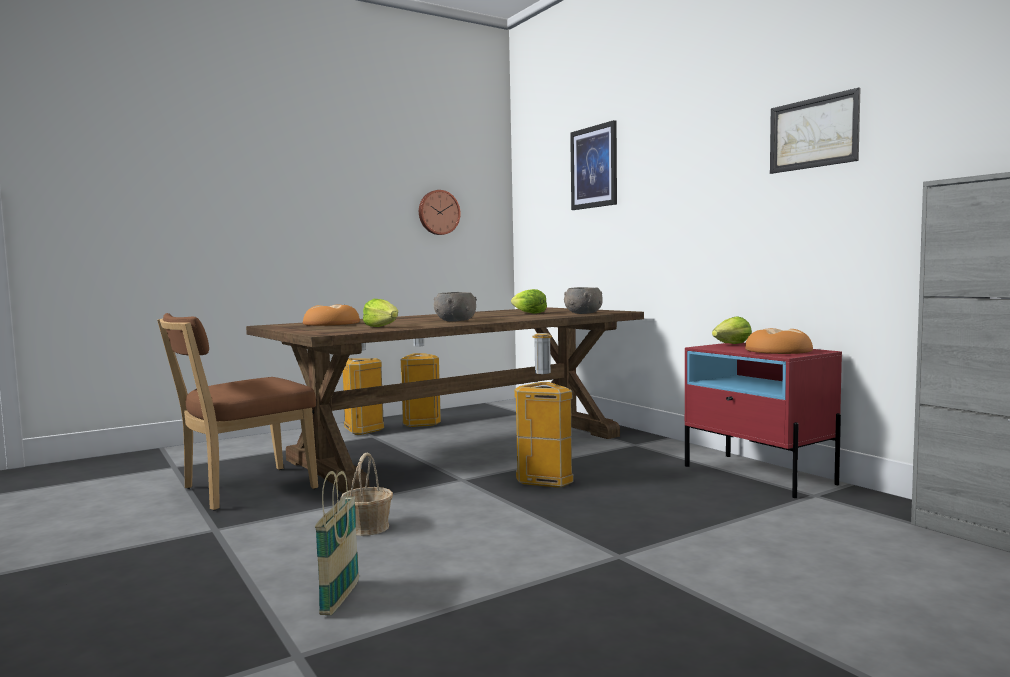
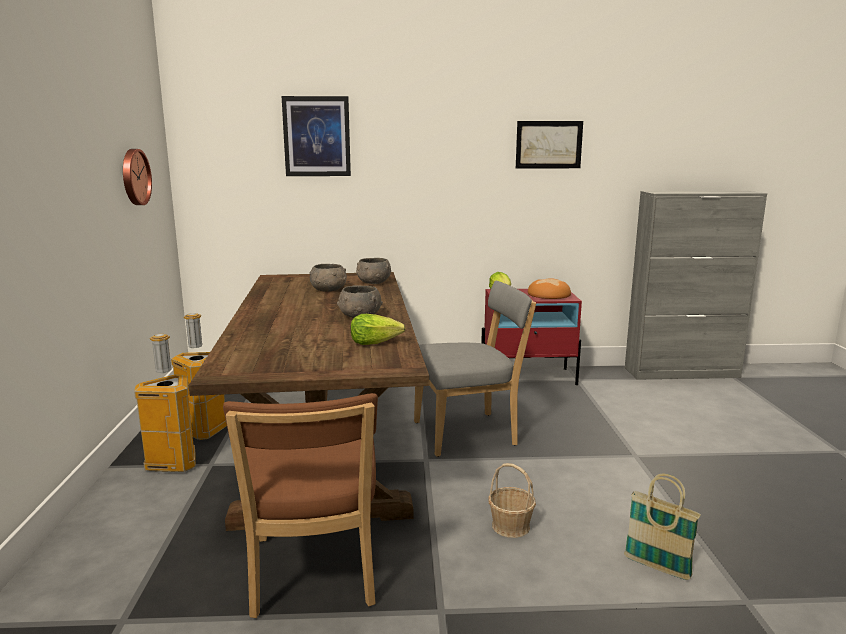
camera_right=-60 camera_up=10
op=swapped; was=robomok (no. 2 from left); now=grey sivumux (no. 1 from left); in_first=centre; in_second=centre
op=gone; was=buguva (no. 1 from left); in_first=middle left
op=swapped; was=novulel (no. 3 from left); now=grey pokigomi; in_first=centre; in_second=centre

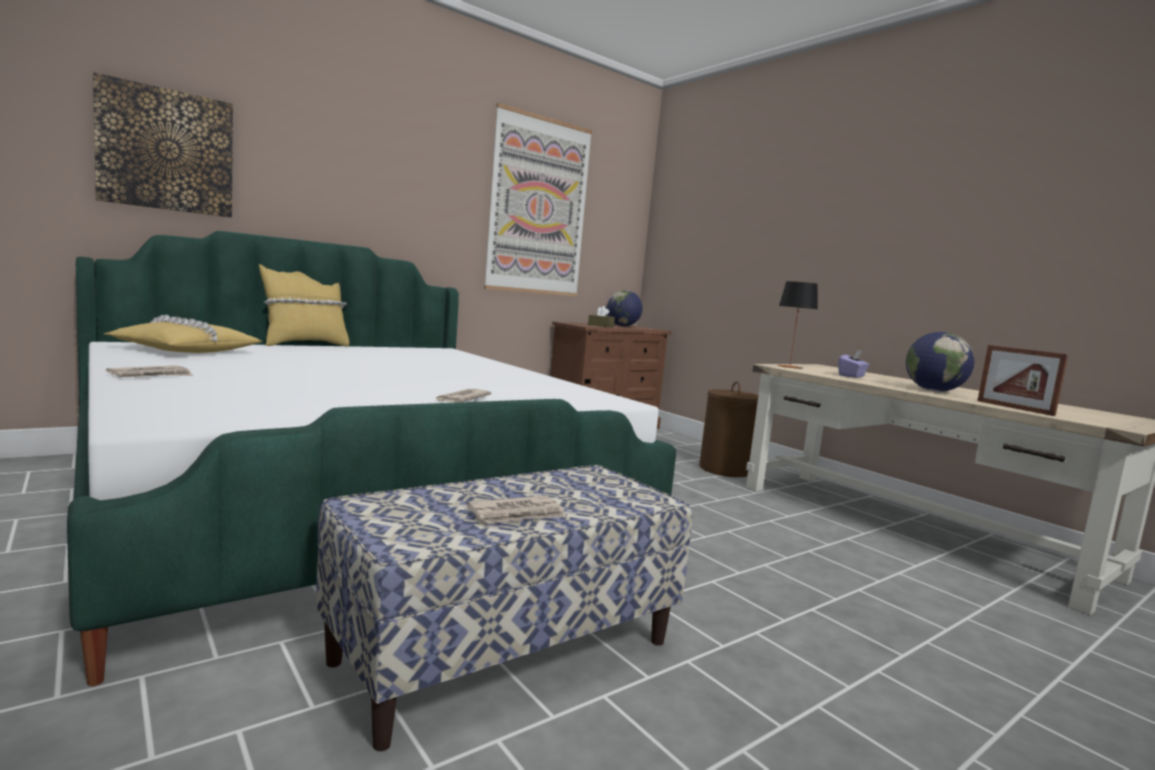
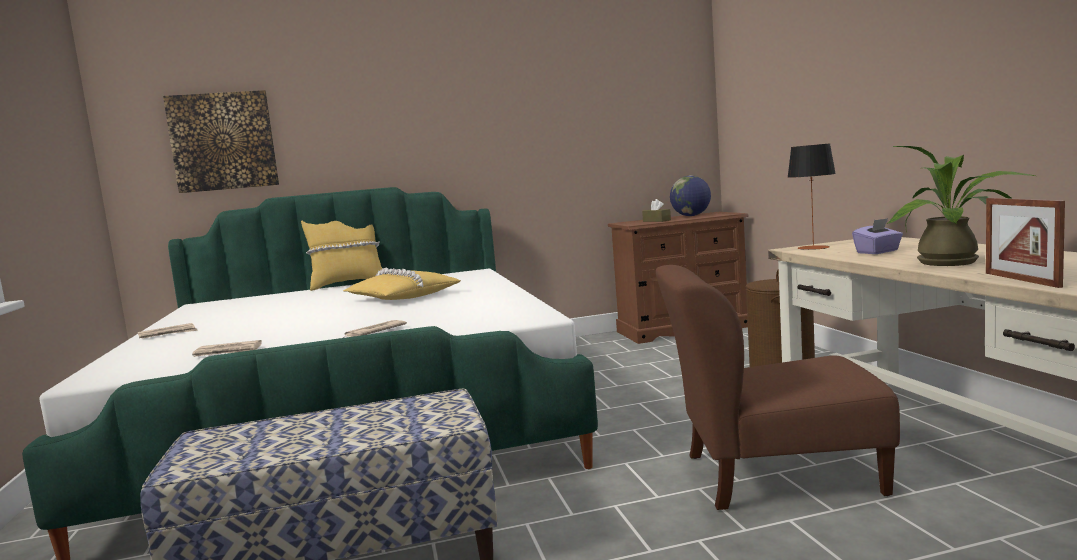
camera_right=25 camera_up=0
op=gone; was=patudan (no. 2 from left); in_first=top centre
op=shifted; was=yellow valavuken (no. 1 from left in the first image); now=yellow valavuken (no. 2 from left); in_first=middle left; in_second=centre
op=swapped; was=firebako (no. 2 from left); now=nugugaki; in_first=middle right; in_second=middle right
op=shifted; was=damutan (no. 3 from left in the first image); now=damutan (no. 2 from left); in_first=centre; in_second=middle left
op=new; now=brown pokigomi; in_second=bottom right

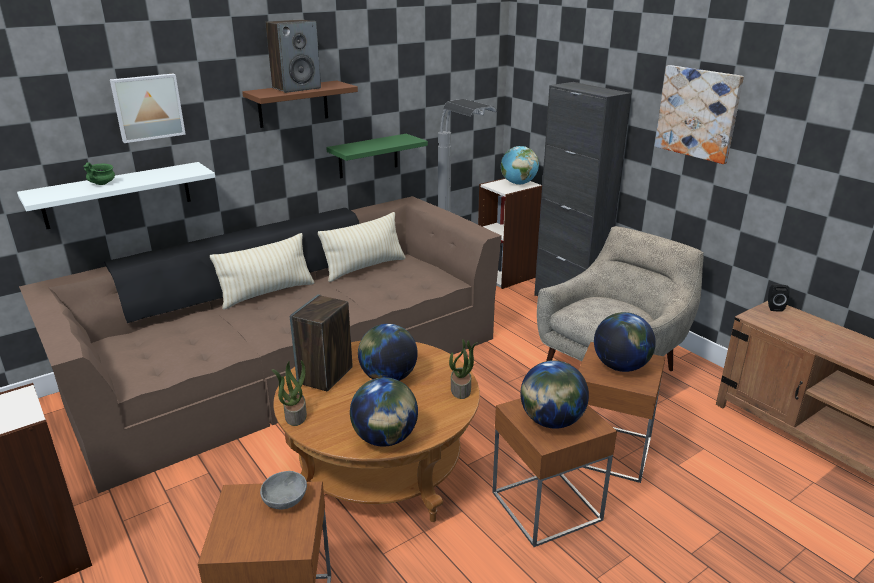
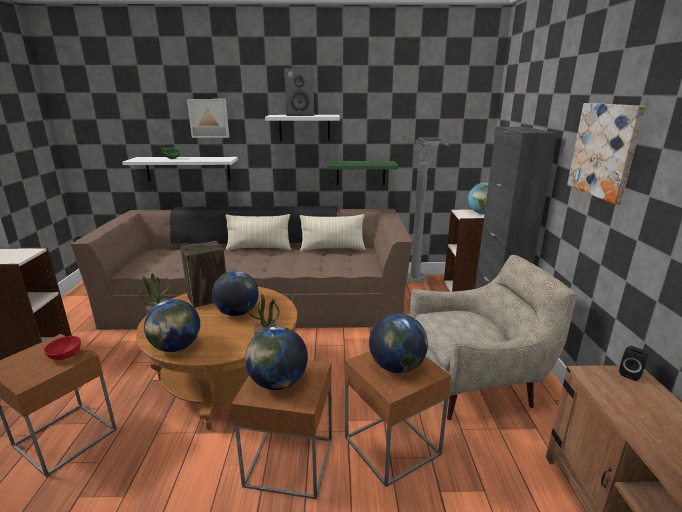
camera_right=35 camera_up=-5
op=repainted; was=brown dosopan; now=white dosopan (no. 2 from left); in_first=top centre; in_second=top centre
op=repainted; was=grey sivumux; now=red sivumux; in_first=bottom left; in_second=bottom left

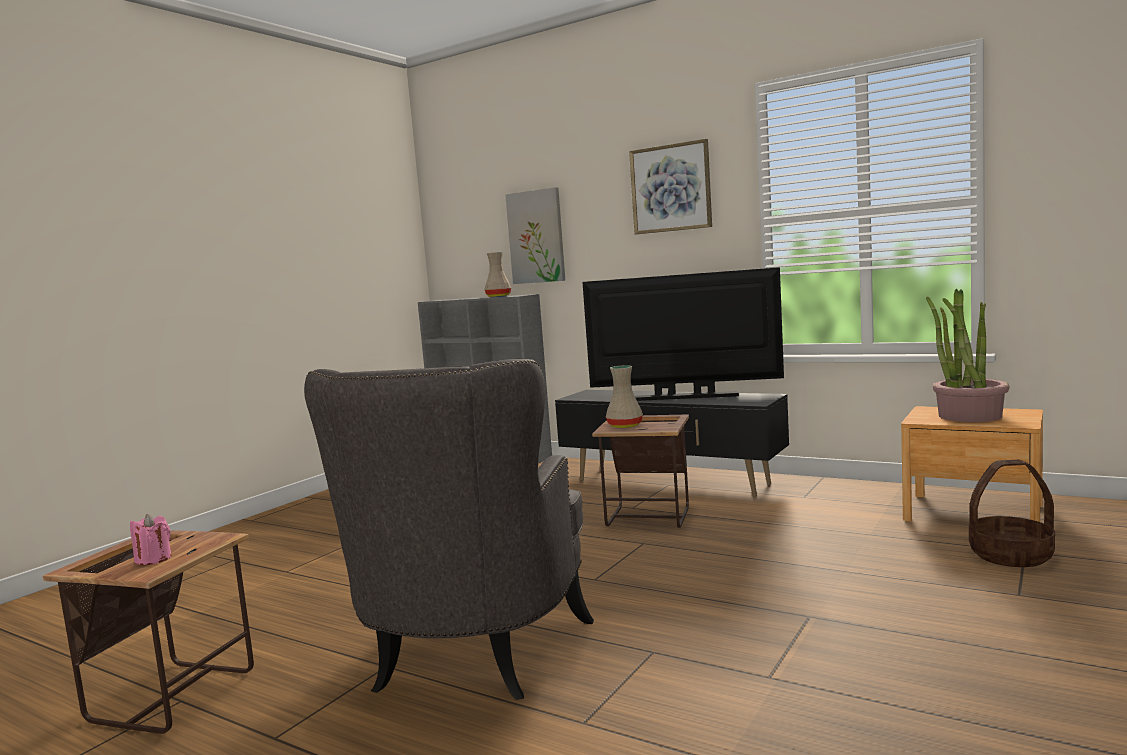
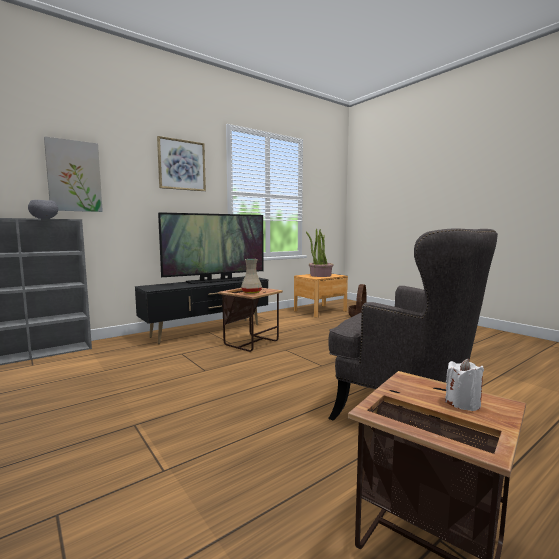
camera_right=-70 camera_up=0
op=swapped; was=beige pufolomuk (no. 1 from left); now=grey sivumux; in_first=centre; in_second=middle left
op=rotated; was=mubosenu; in_first=centre; in_second=centre; clockwise=-150
op=repainted; was=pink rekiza; now=white rekiza; in_first=bottom left; in_second=bottom right

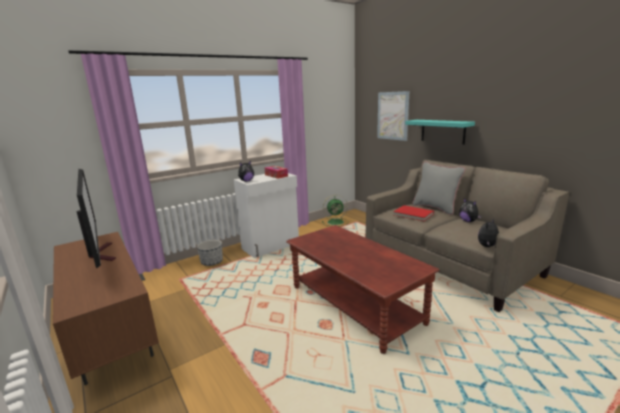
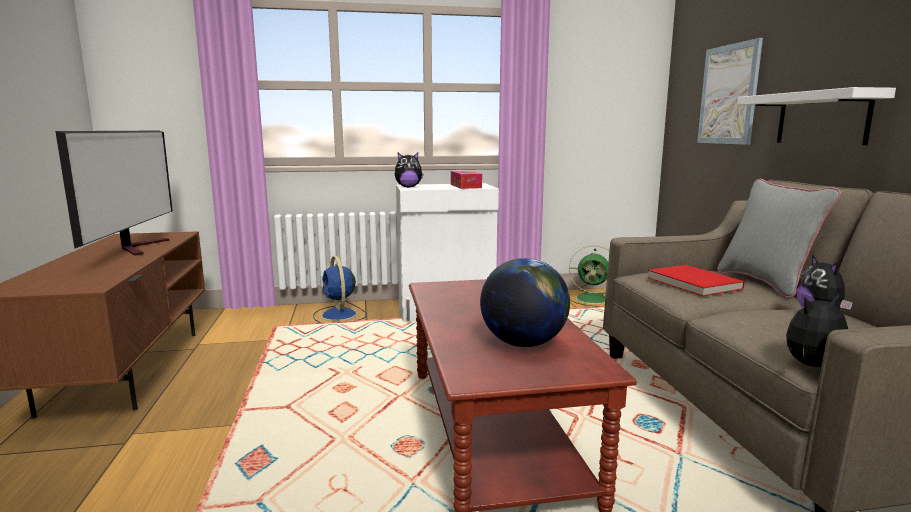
camera_right=25 camera_up=-5
op=repainted; was=turquoise dosopan; now=white dosopan; in_first=top right; in_second=top right
op=swapped; was=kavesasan; now=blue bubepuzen; in_first=centre; in_second=centre
op=new; now=firebako; in_second=centre

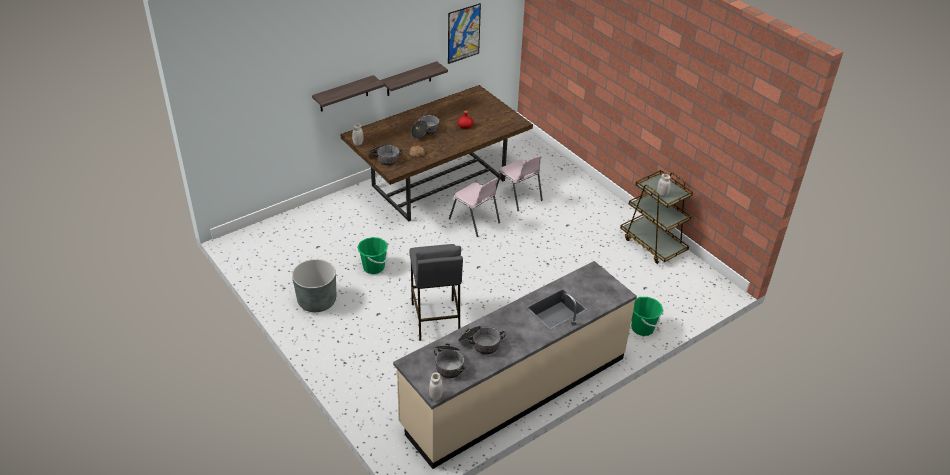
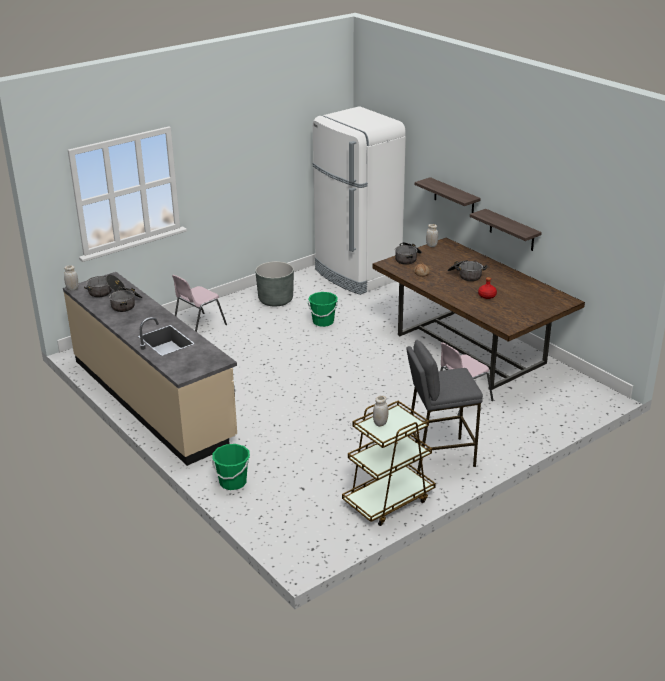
camera_right=90 camera_up=-10
op=gone; was=patudan; in_first=top centre
op=shifted; was=pink pokigomi (no. 1 from left); in_first=centre; in_second=middle left
op=shifted; was=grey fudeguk; in_first=centre; in_second=middle right
op=new; now=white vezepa; in_second=top centre

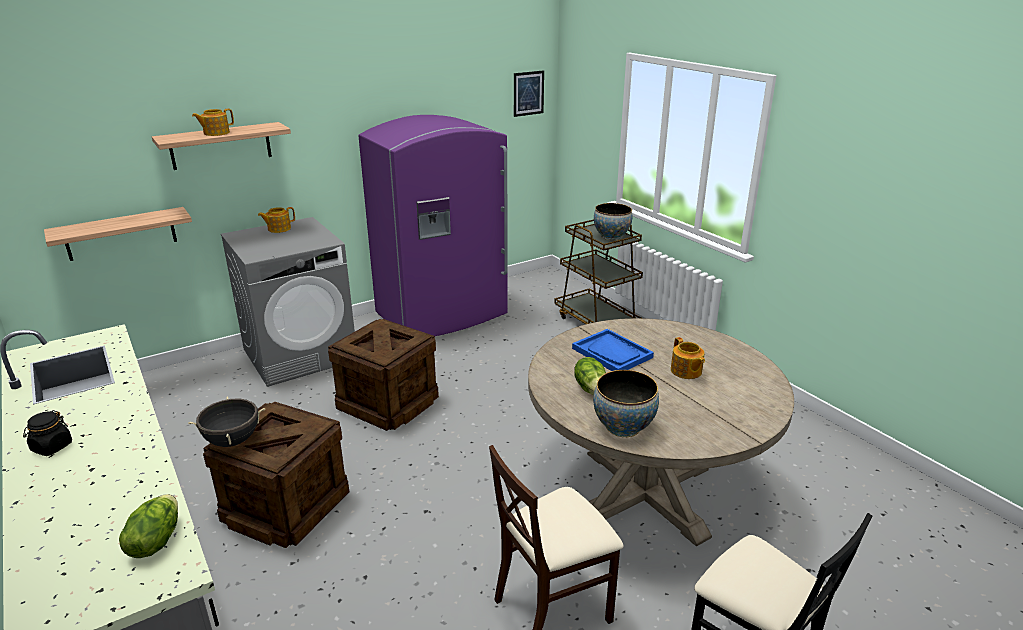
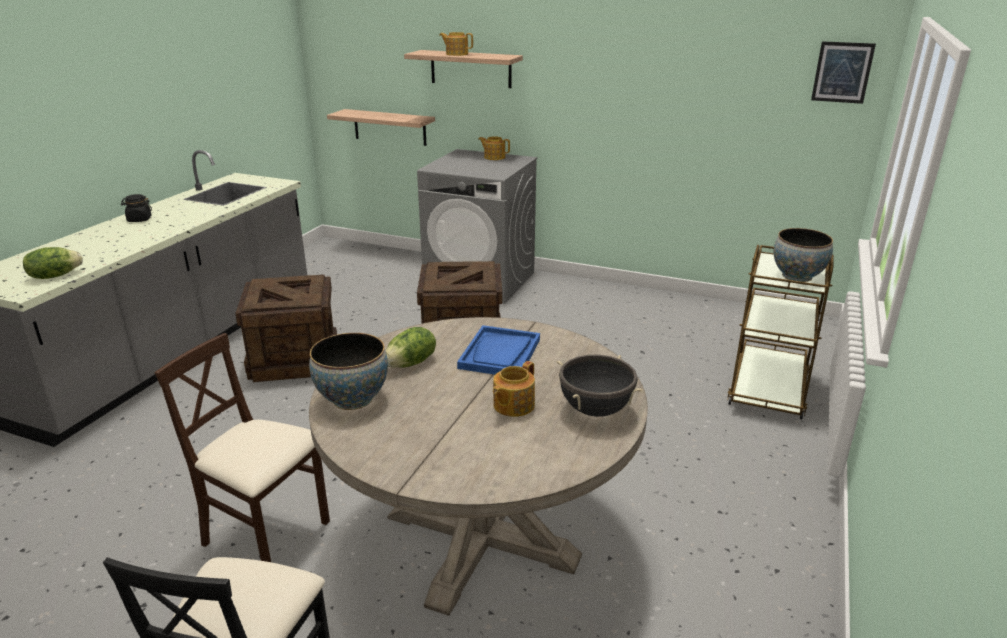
camera_right=55 camera_up=0
op=gone; was=purple vezepa; in_first=centre
op=shifted; was=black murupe; in_first=bottom left; in_second=centre

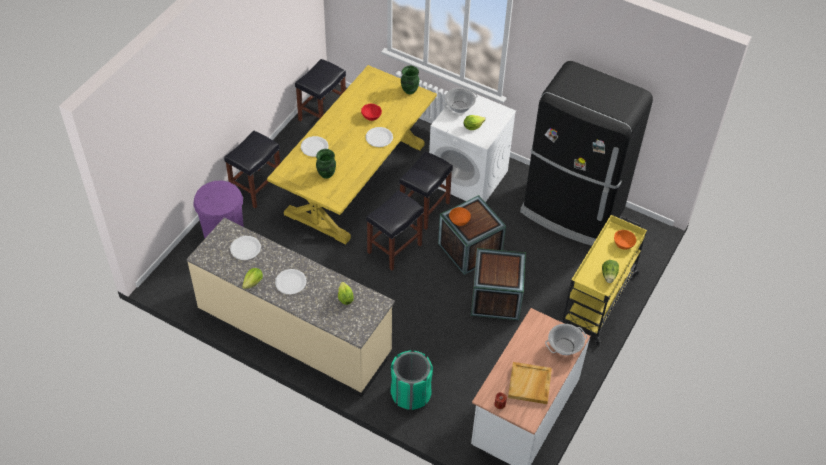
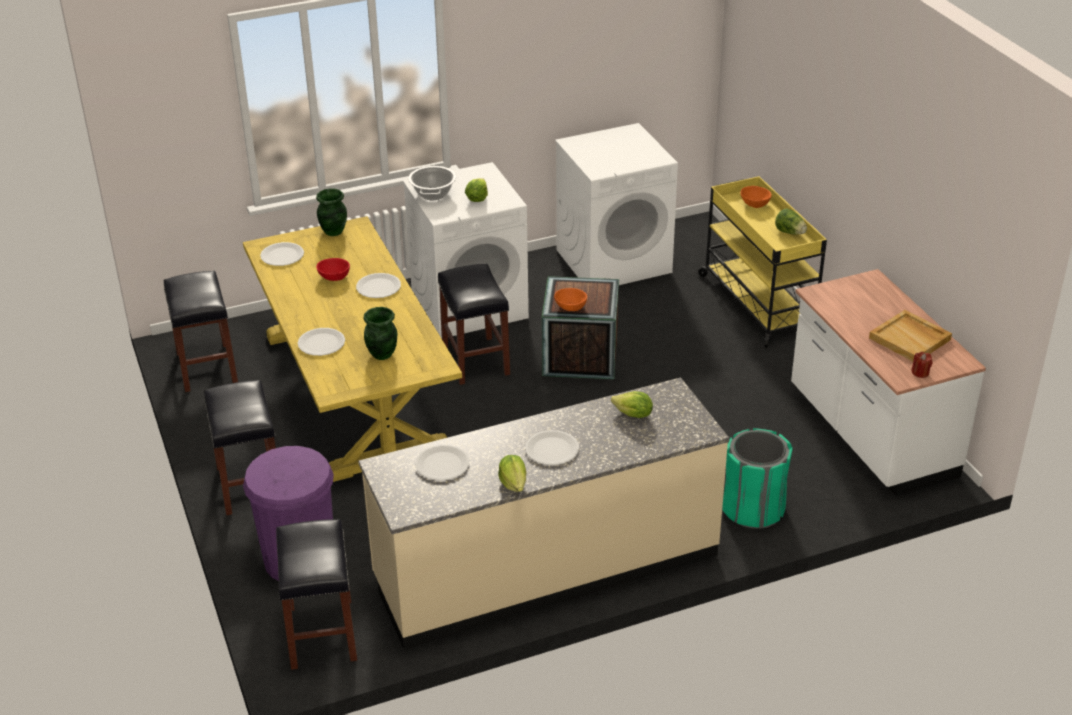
camera_right=-50 camera_up=-15
op=swapped; was=black vezepa; now=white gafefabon (no. 2 from left); in_first=top right; in_second=top centre
op=shifted; was=black fudeguk (no. 3 from left); in_first=centre; in_second=bottom left
op=gone; was=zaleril (no. 2 from left); in_first=centre
op=gone; was=murupe (no. 2 from left); in_first=bottom right
op=new; now=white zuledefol (no. 1 from left); in_second=middle left

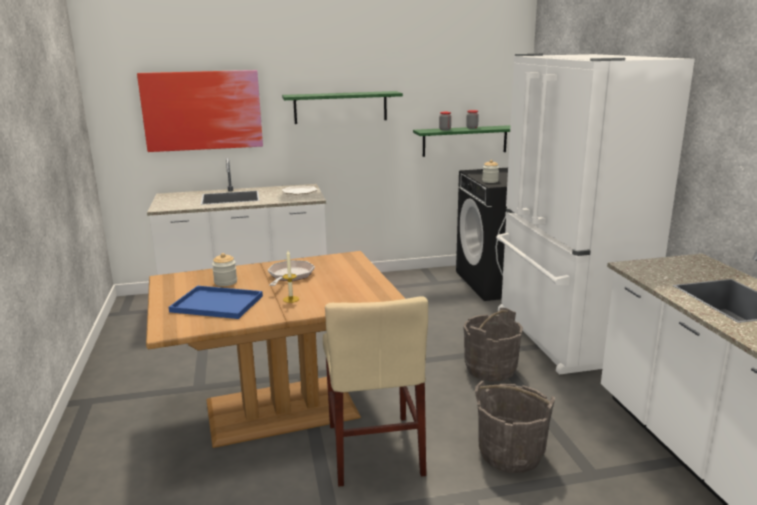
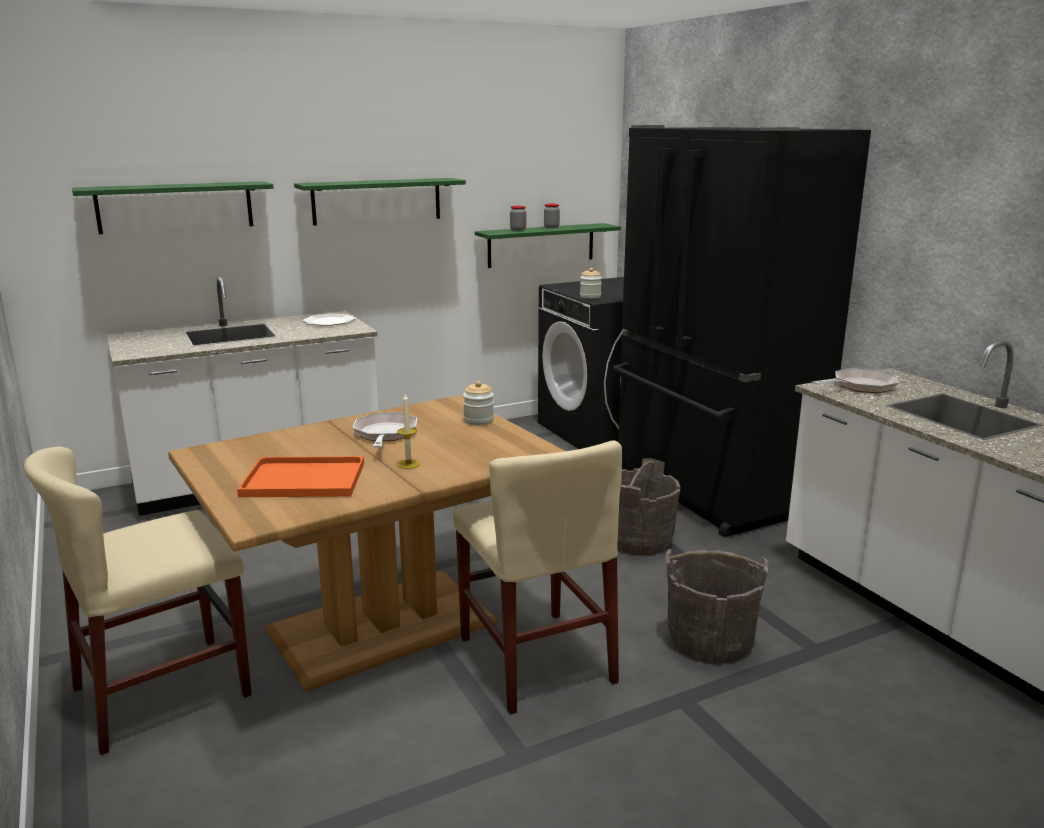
camera_right=-15 camera_up=0
op=repainted; was=white vezepa; now=black vezepa; in_first=middle right; in_second=middle right
op=swapped; was=patudan; now=green dosopan (no. 1 from left); in_first=top left; in_second=top left
op=shifted; was=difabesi (no. 1 from left); in_first=middle left; in_second=centre
op=repainted; was=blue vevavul; now=orange vevavul; in_first=middle left; in_second=middle left
op=new; now=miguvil (no. 2 from left); in_second=middle right
op=new; now=beige pokigomi (no. 1 from left); in_second=bottom left

